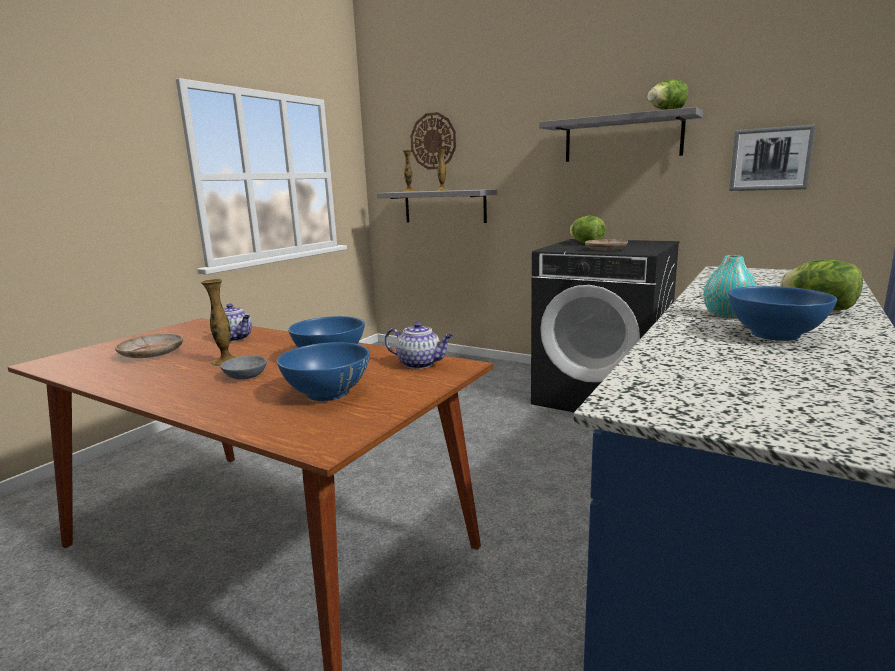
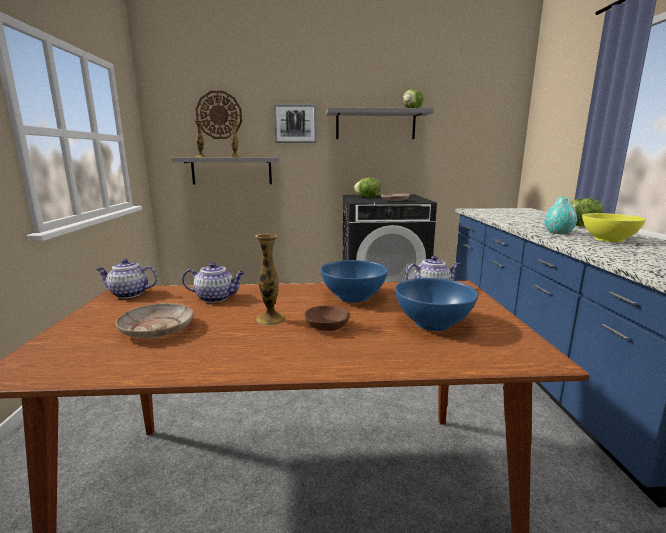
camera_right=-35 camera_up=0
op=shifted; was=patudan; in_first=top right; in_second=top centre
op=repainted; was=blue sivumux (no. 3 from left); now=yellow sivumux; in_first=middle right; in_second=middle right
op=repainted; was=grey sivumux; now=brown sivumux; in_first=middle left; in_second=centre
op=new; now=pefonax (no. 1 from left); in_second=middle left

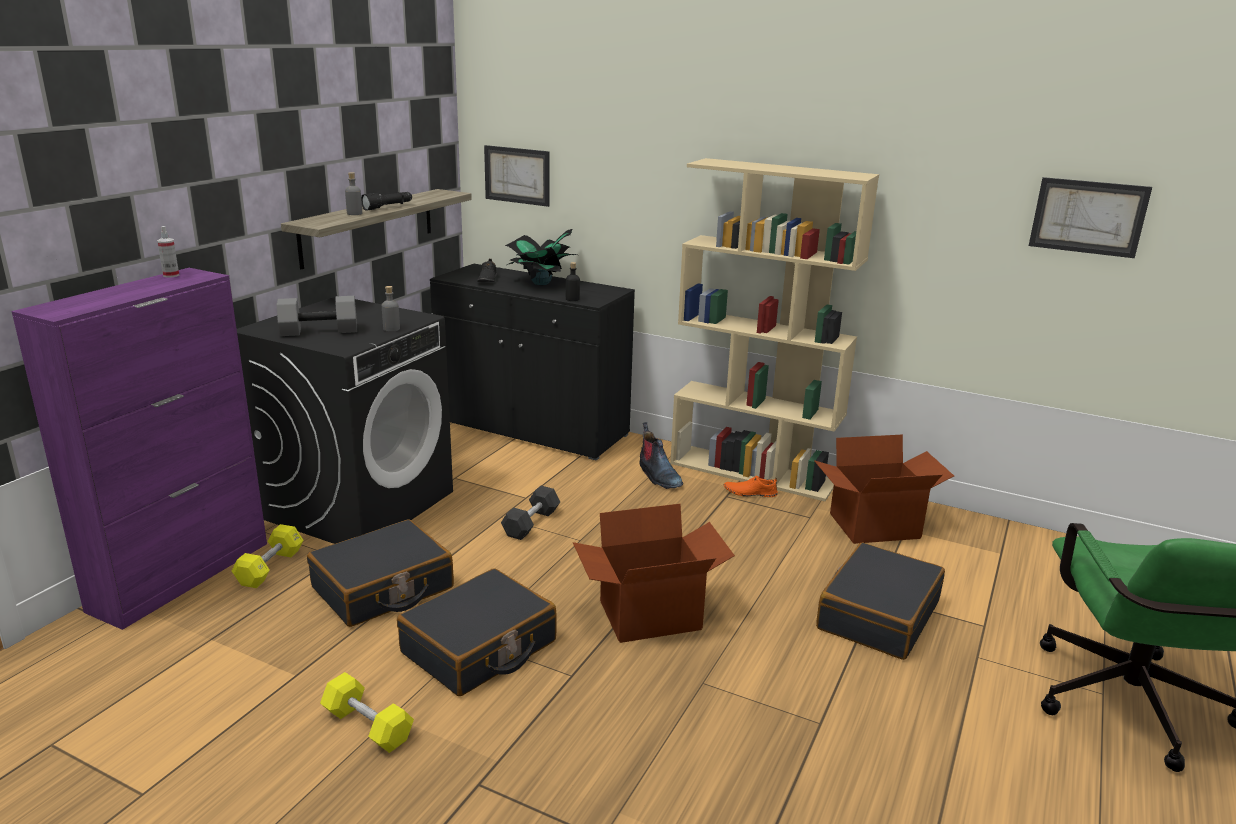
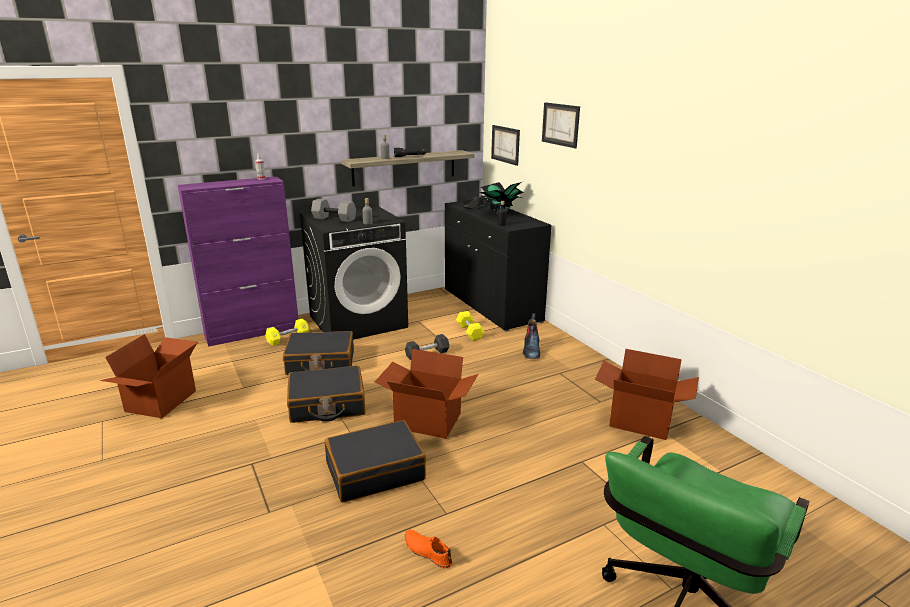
camera_right=35 camera_up=0
op=gone; was=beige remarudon; in_first=centre
op=shifted; was=patudan (no. 2 from left); in_first=top right; in_second=top centre
op=shifted; was=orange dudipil; in_first=centre; in_second=bottom centre
op=shifted; was=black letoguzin (no. 3 from left); in_first=bottom right; in_second=bottom centre
op=shifted; was=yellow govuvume (no. 2 from left); in_first=bottom left; in_second=centre
op=new; now=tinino (no. 1 from left); in_second=middle left

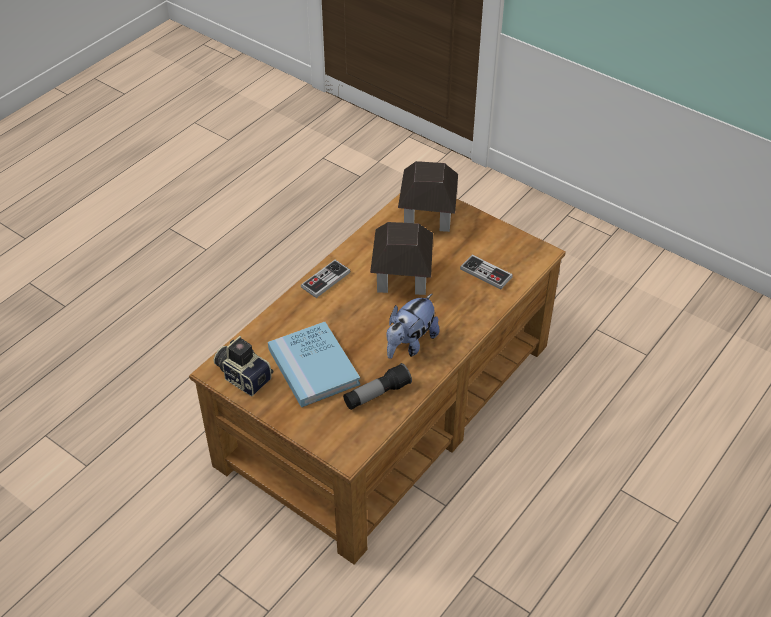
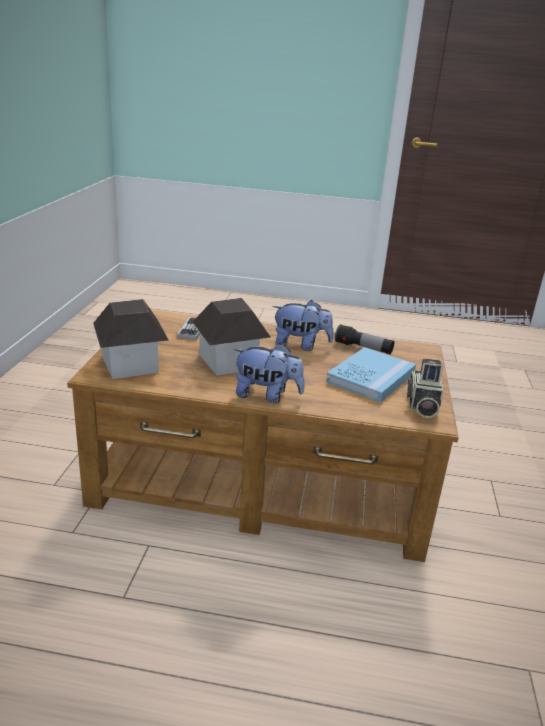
camera_right=-120 camera_up=-20
op=swapped; was=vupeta (no. 1 from left); now=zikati (no. 1 from left); in_first=centre; in_second=centre

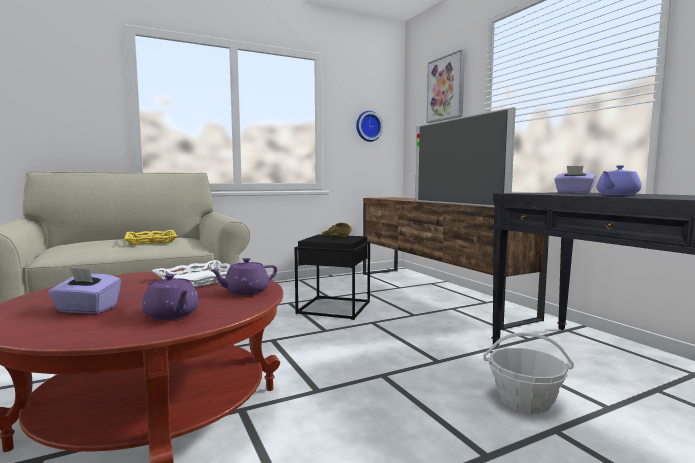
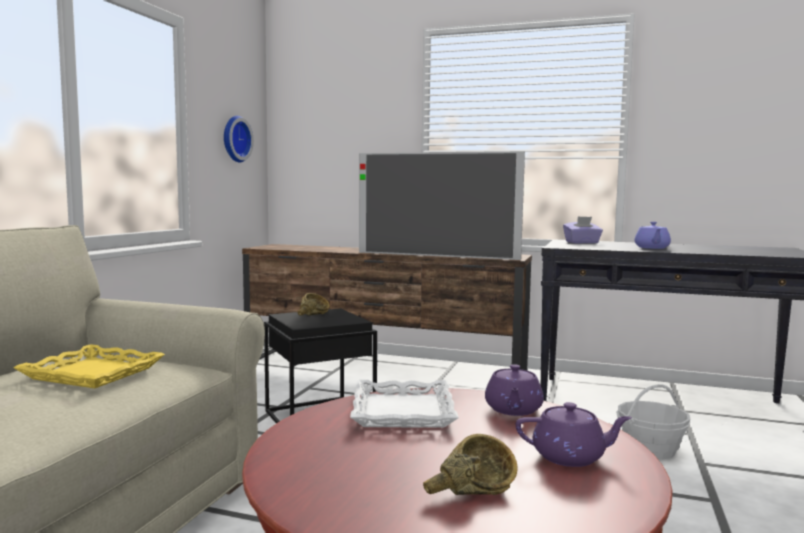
camera_right=-45 camera_up=0
op=gone; was=patudan; in_first=top centre
op=swapped; was=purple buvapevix (no. 1 from left); now=brown sivumux (no. 2 from left); in_first=middle left; in_second=bottom centre

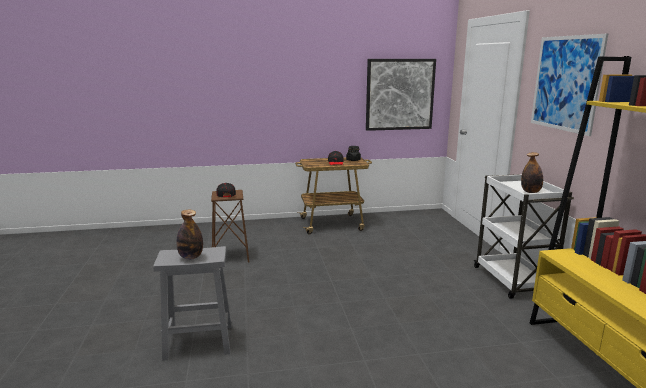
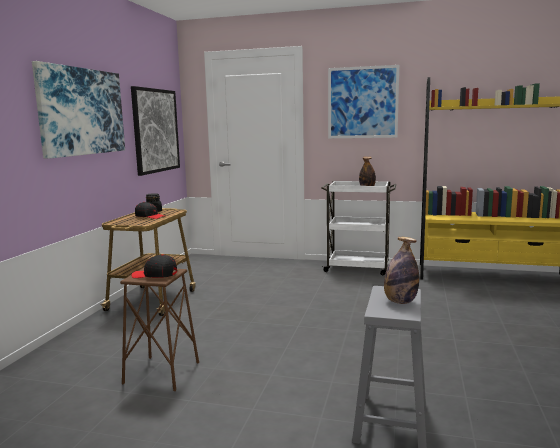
camera_right=-65 camera_up=-5
op=new; now=patudan (no. 1 from left); in_second=top left

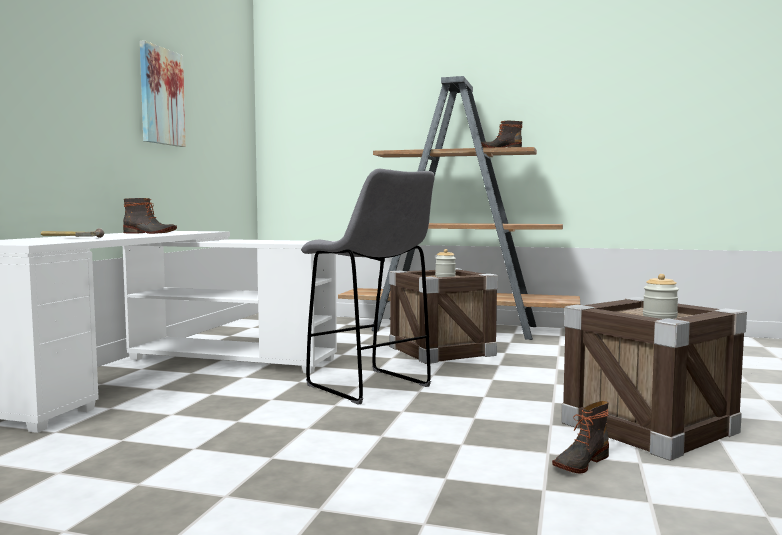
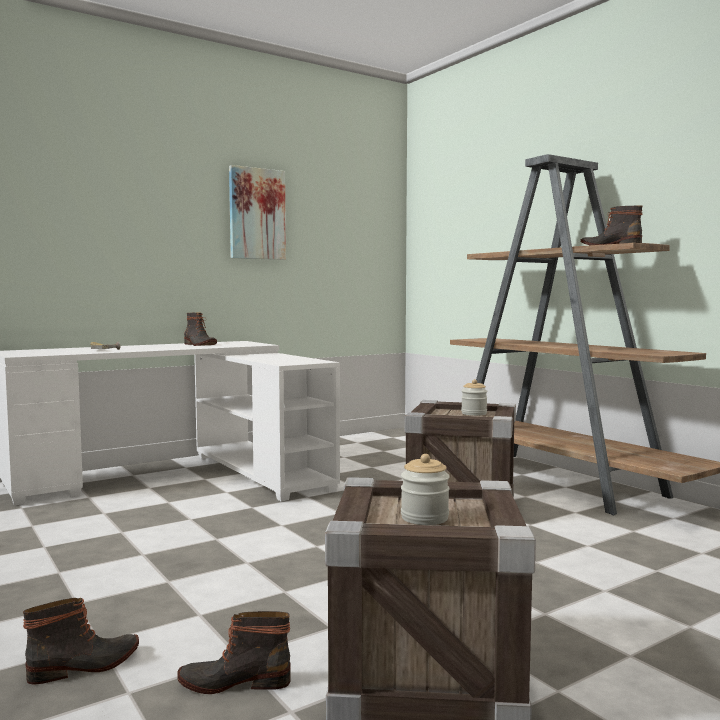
camera_right=40 camera_up=0
op=gone; was=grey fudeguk; in_first=centre
op=new; now=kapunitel (no. 1 from left); in_second=bottom left

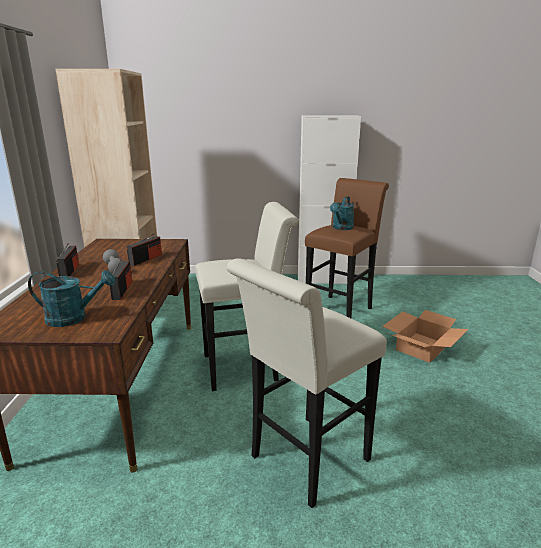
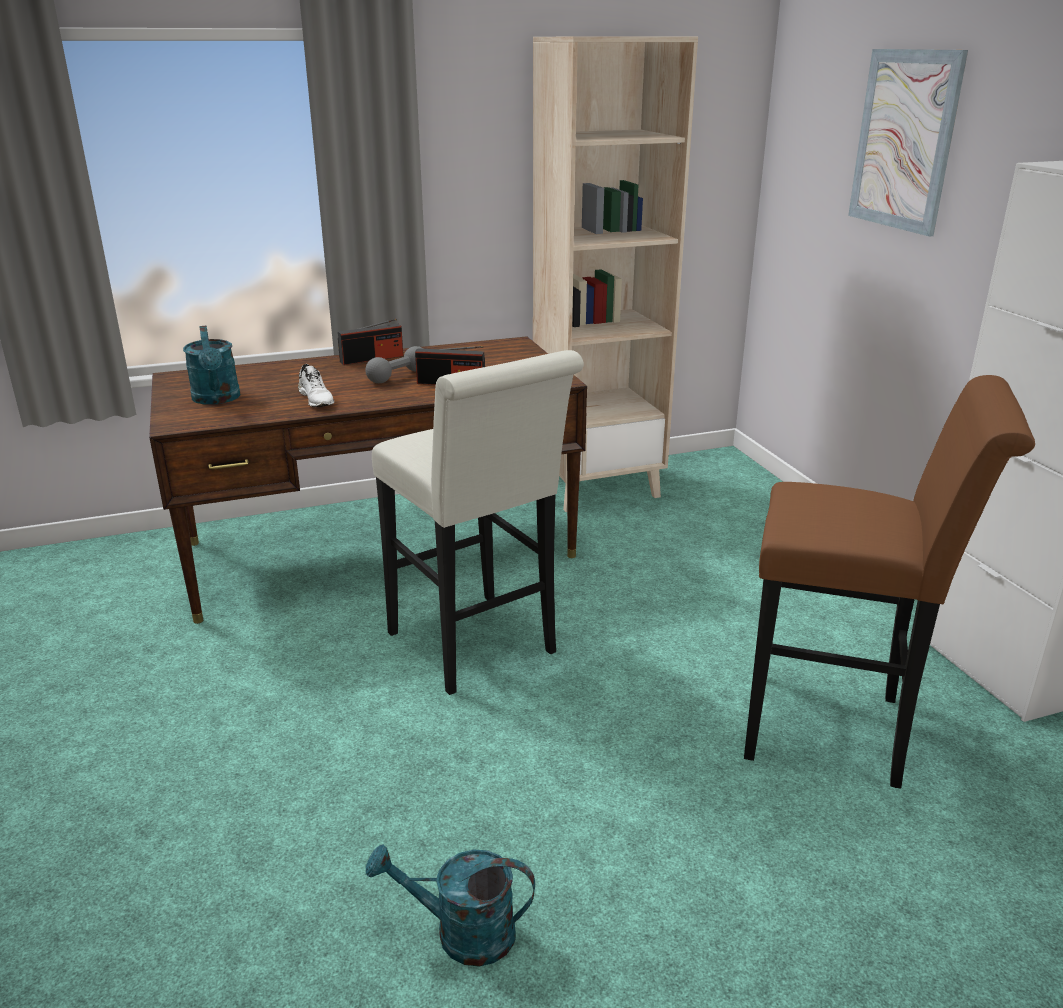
camera_right=70 camera_up=5
op=shifted; was=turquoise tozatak (no. 2 from left); in_first=centre; in_second=bottom centre
op=swapped; was=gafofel (no. 2 from left); now=white dudipil; in_first=middle left; in_second=middle left
op=gone; was=white fudeguk (no. 2 from left); in_first=bottom centre
op=gone; was=tinino; in_first=middle right
op=new; now=patudan; in_second=top right

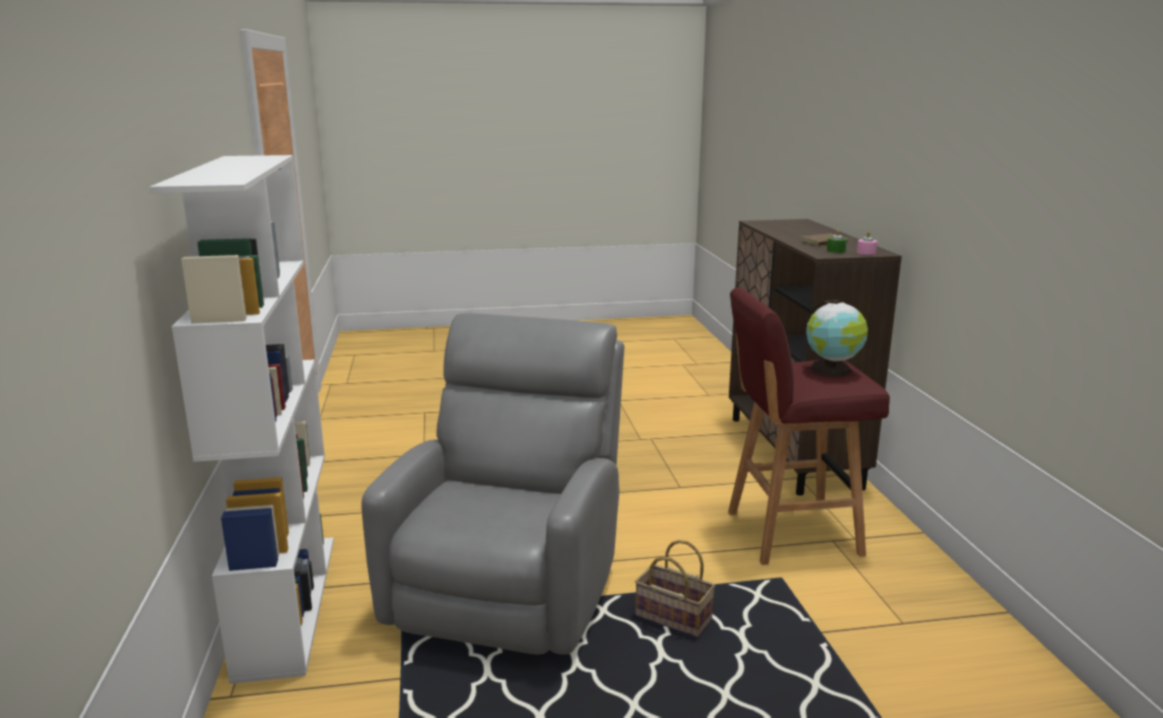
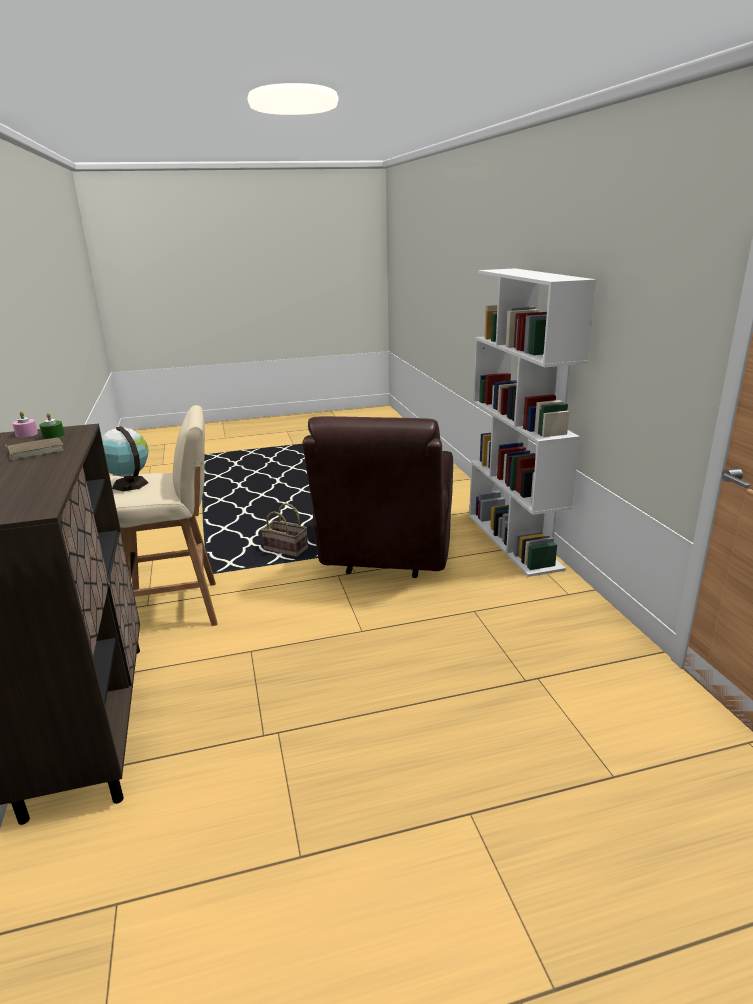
camera_right=175 camera_up=5
op=repainted; was=red fudeguk; now=beige fudeguk; in_first=middle right; in_second=middle left
op=repainted; was=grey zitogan; now=brown zitogan; in_first=bottom centre; in_second=centre

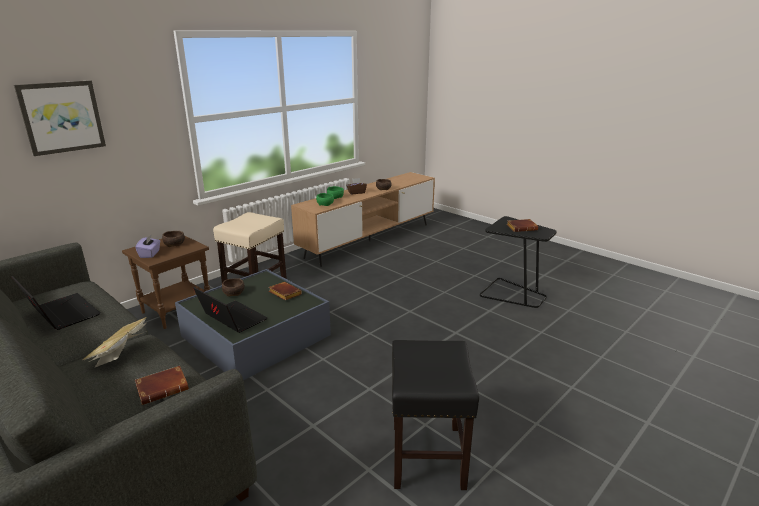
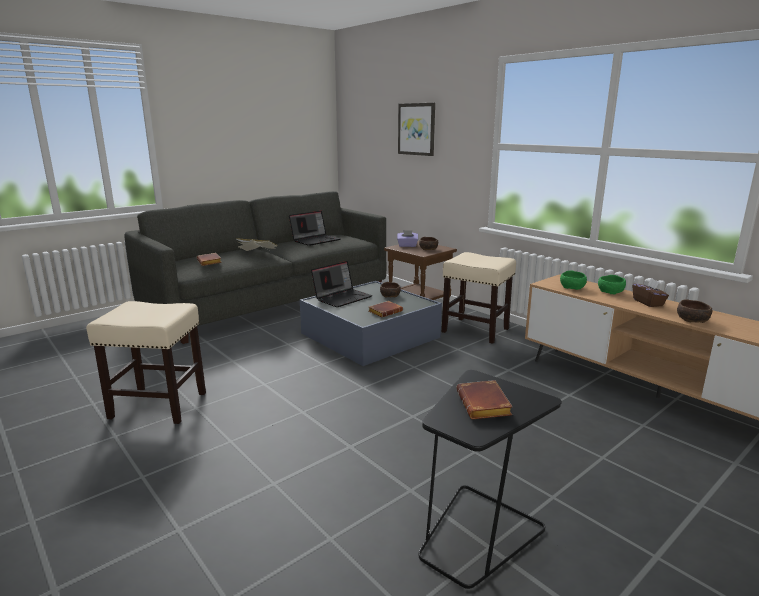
camera_right=95 camera_up=-5
op=repainted; was=black fudeguk; now=beige fudeguk (no. 1 from left); in_first=bottom centre; in_second=middle left

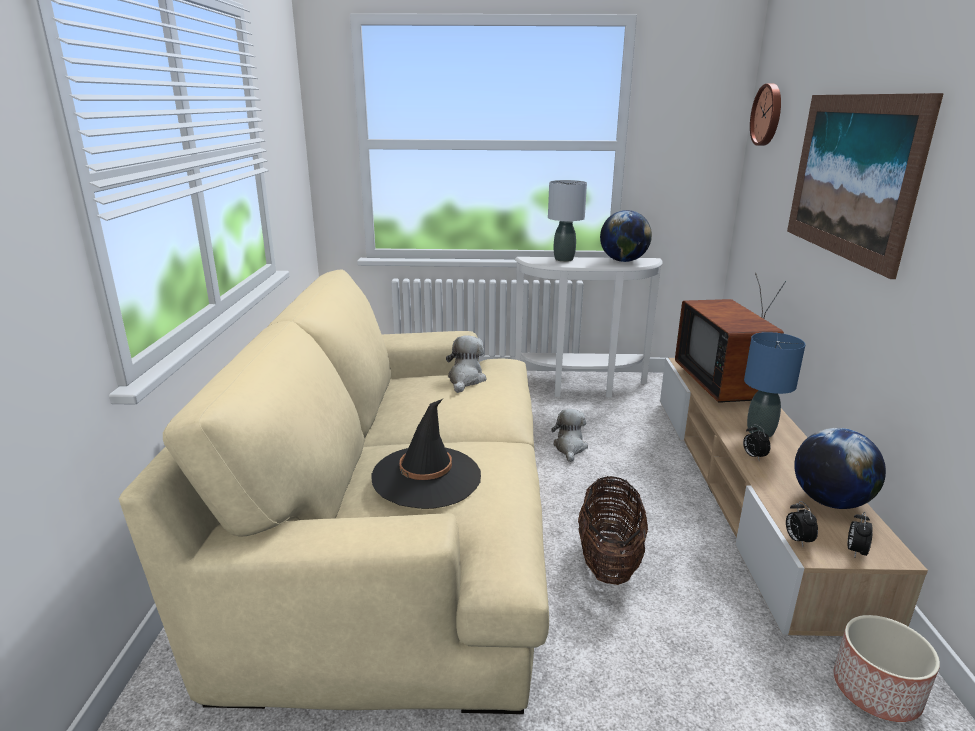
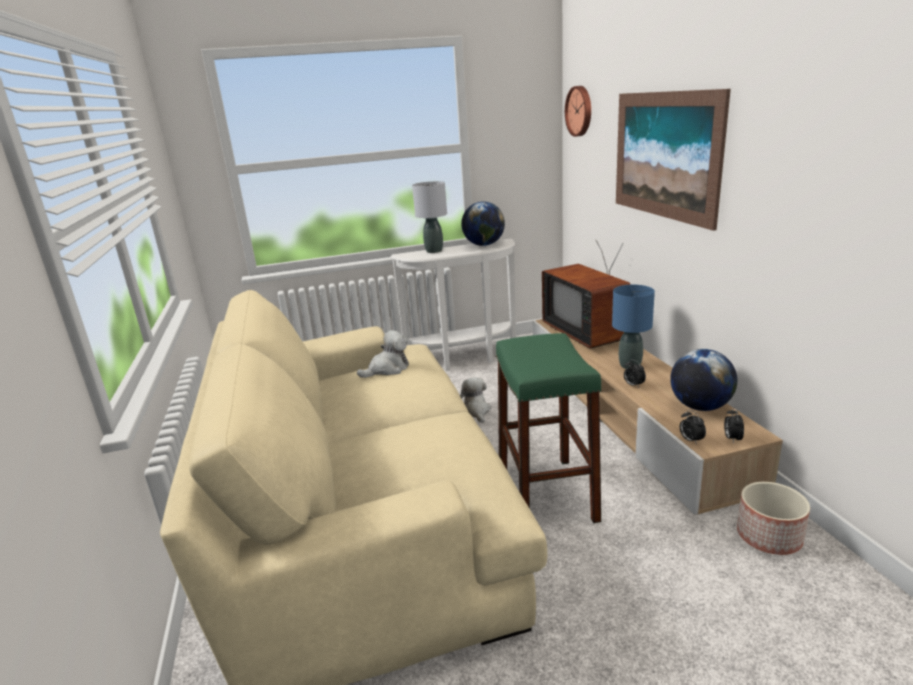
camera_right=-15 camera_up=0
op=rotated; was=zikati (no. 1 from left); in_first=centre; in_second=centre; clockwise=60
op=gone; was=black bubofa; in_first=centre
op=swapped; was=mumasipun; now=green fudeguk; in_first=bottom centre; in_second=centre

